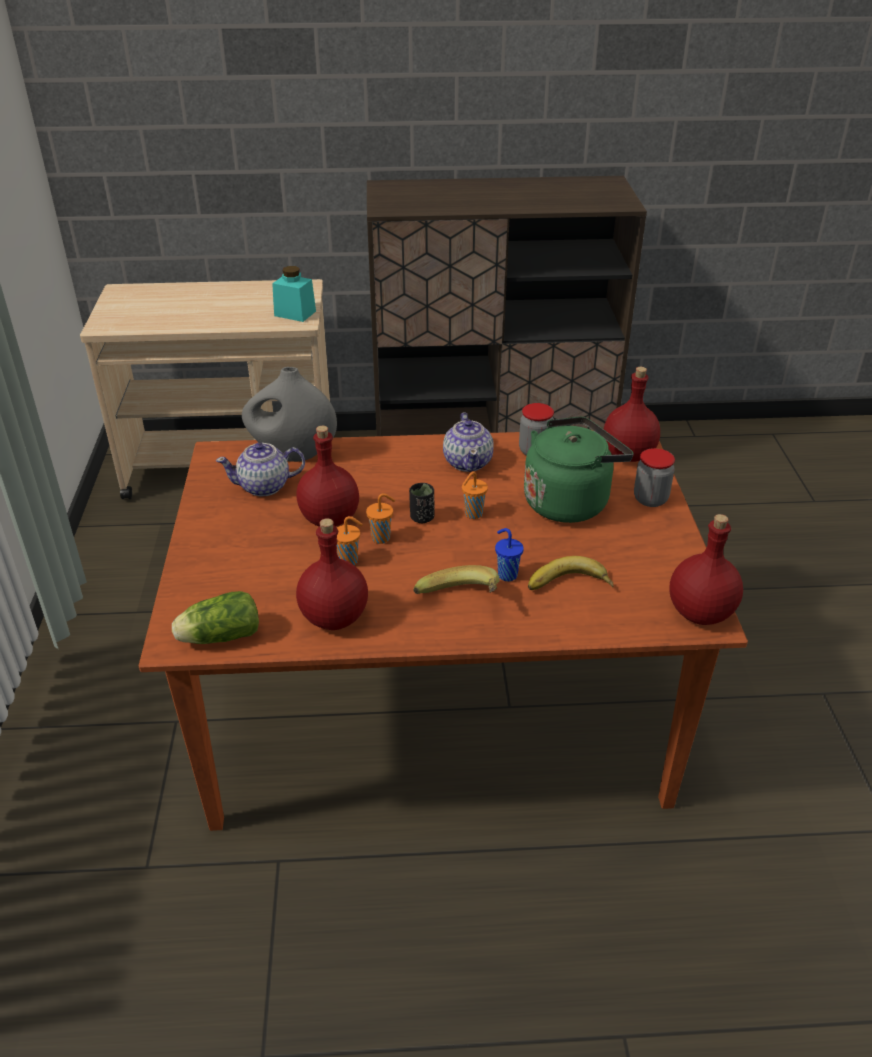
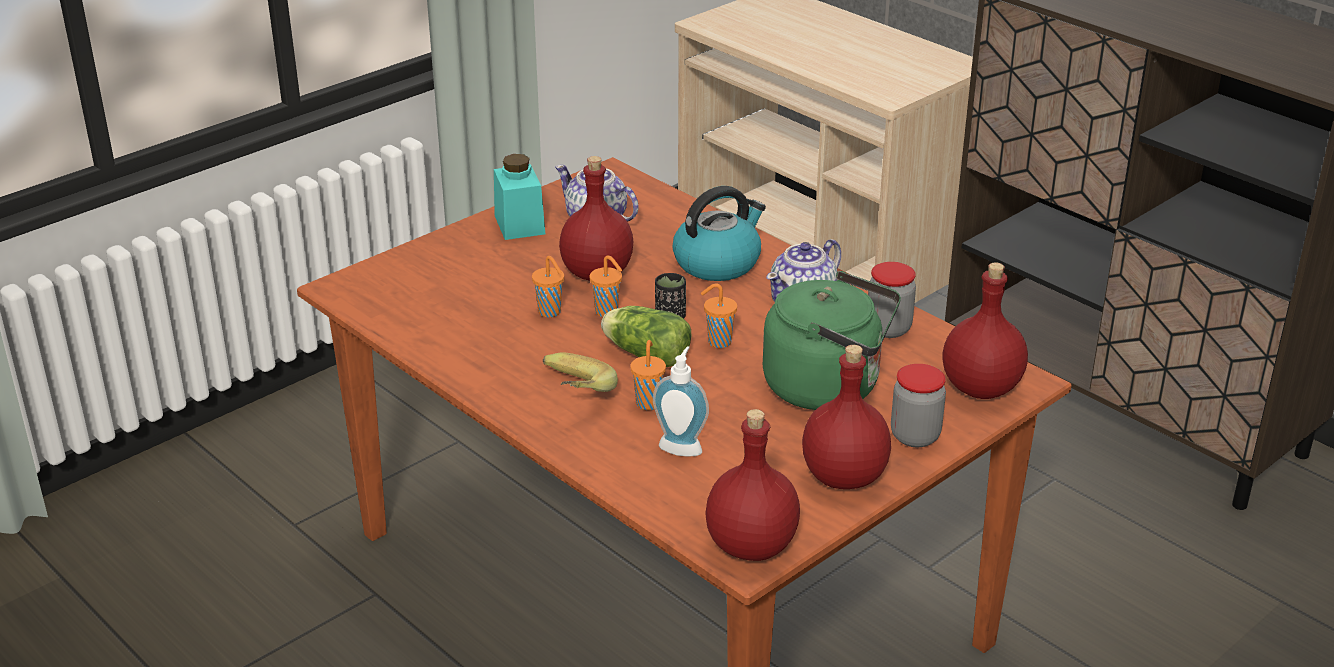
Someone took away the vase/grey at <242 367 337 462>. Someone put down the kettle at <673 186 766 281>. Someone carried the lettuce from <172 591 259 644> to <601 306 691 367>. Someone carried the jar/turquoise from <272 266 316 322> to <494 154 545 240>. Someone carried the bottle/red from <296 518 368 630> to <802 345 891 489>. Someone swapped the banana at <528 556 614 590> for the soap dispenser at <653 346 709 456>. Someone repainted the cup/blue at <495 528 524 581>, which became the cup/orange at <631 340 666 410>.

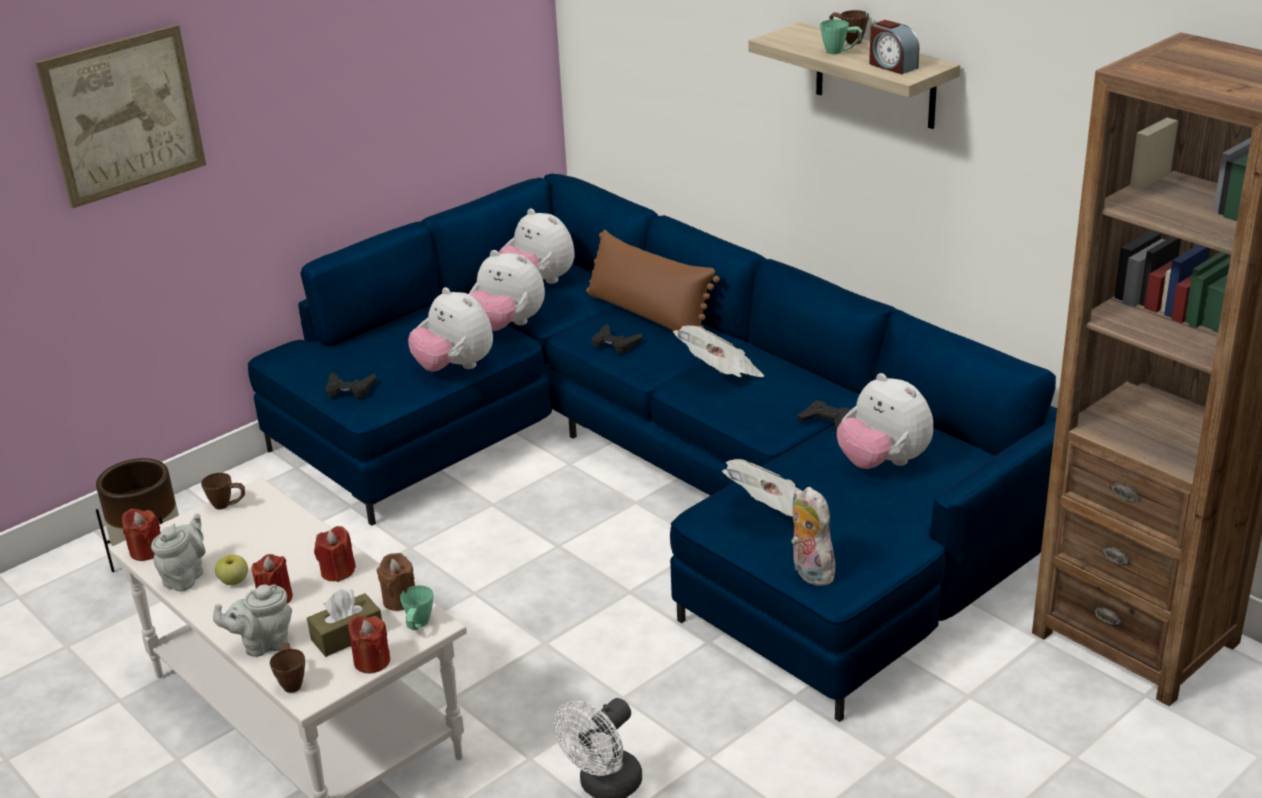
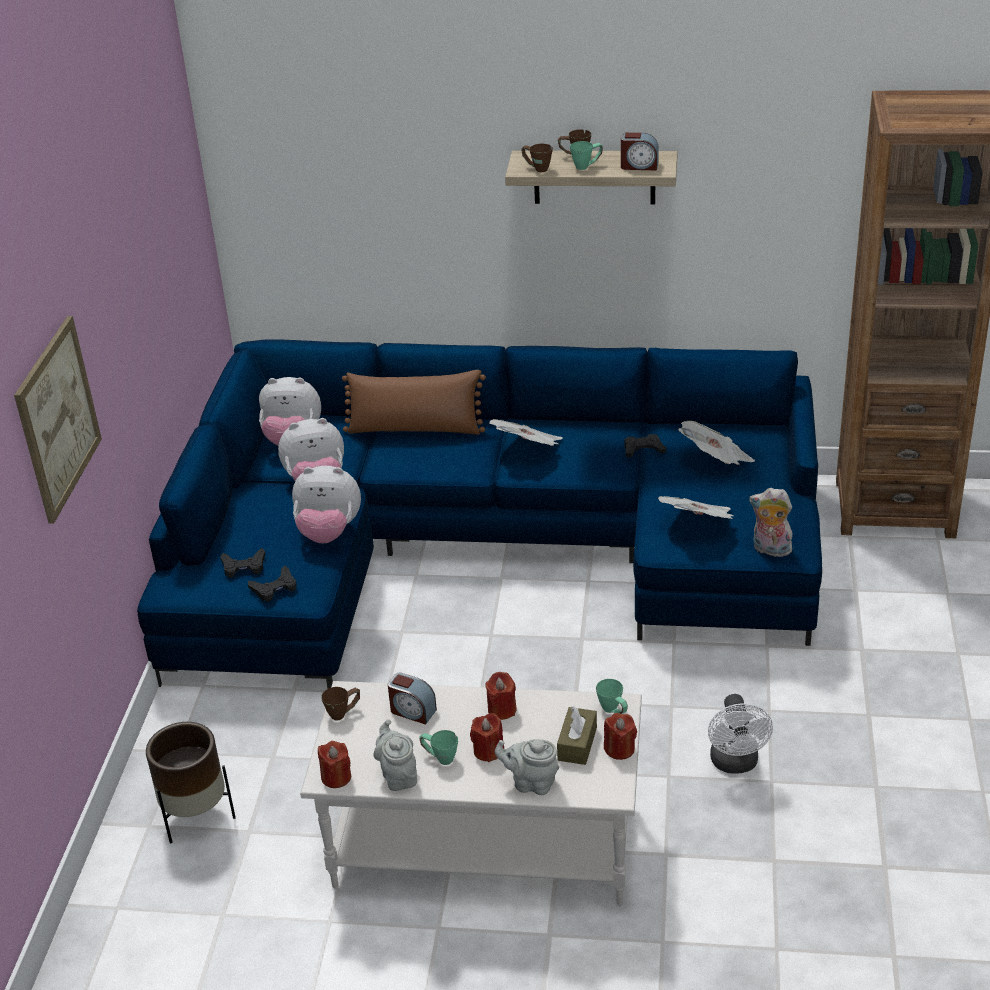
Someone took away the candle/brown at <377 553 415 611>. Someone put down the alarm clock at <388 673 437 725>. Someone carried the mug/brown from <270 643 305 693> to <521 144 553 172>. Someone carried the game controller/black from <592 324 642 354> to <220 548 266 578>. Someone swapped the apple at <215 555 248 585> for the mug/green at <419 730 458 765>. Someone swapped the plush toy at <837 373 933 469> for the newspaper at <678 421 755 465>. Someone rotated the teapot/grey at <213 584 292 657> by 75 degrees clockwise.

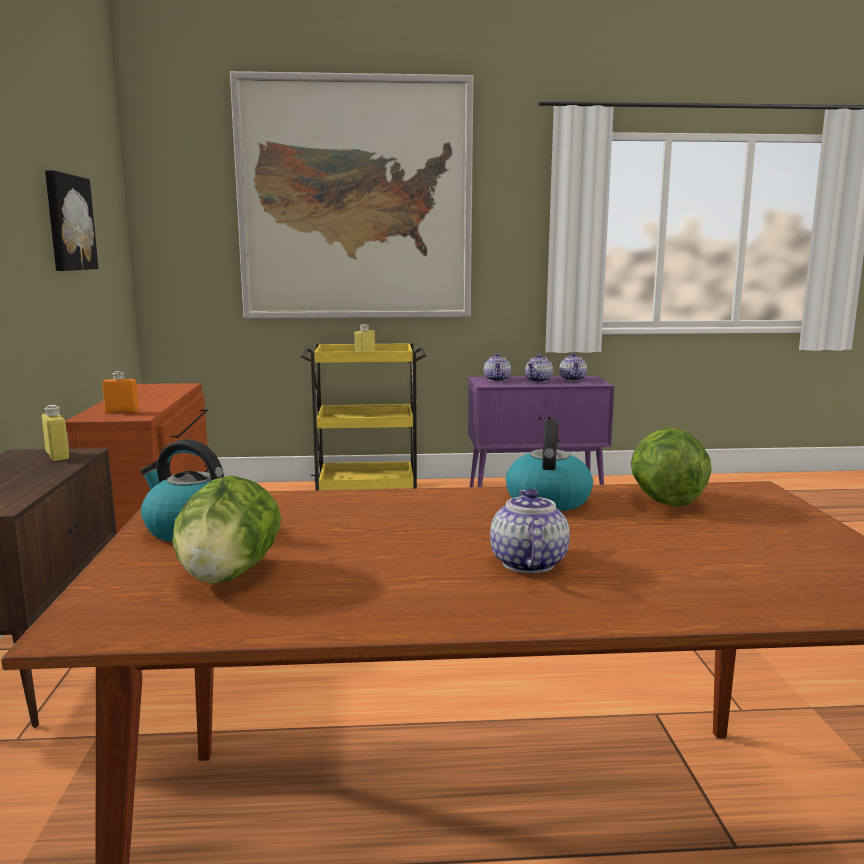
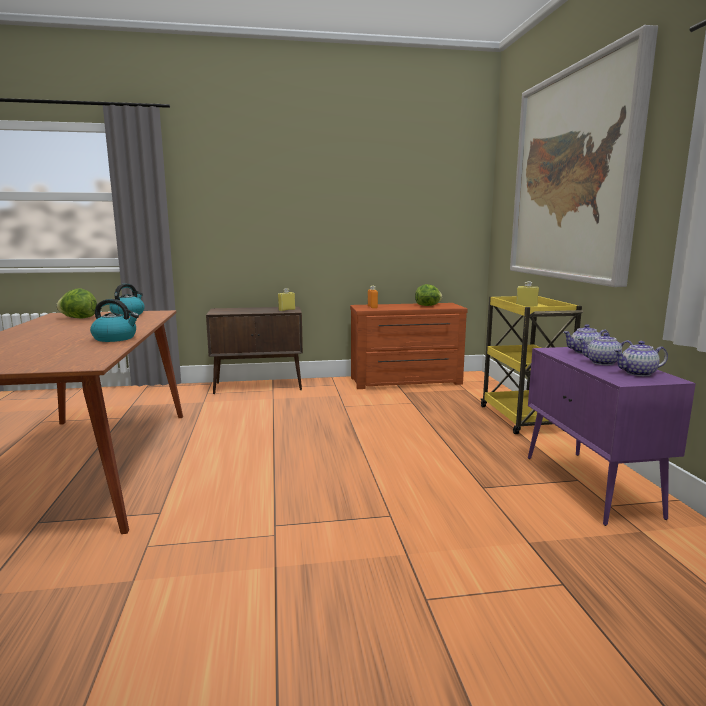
Someone took away the picture at <45 170 98 271>. Someone took away the teapot at <490 489 570 573>. Someone carried the lettuce from <631 428 712 507> to <415 284 442 306>.

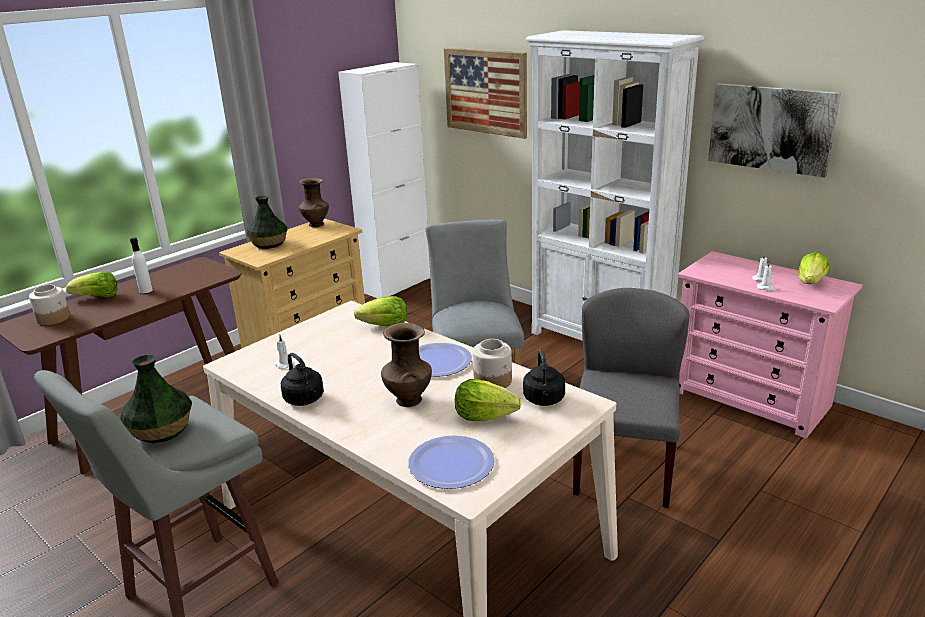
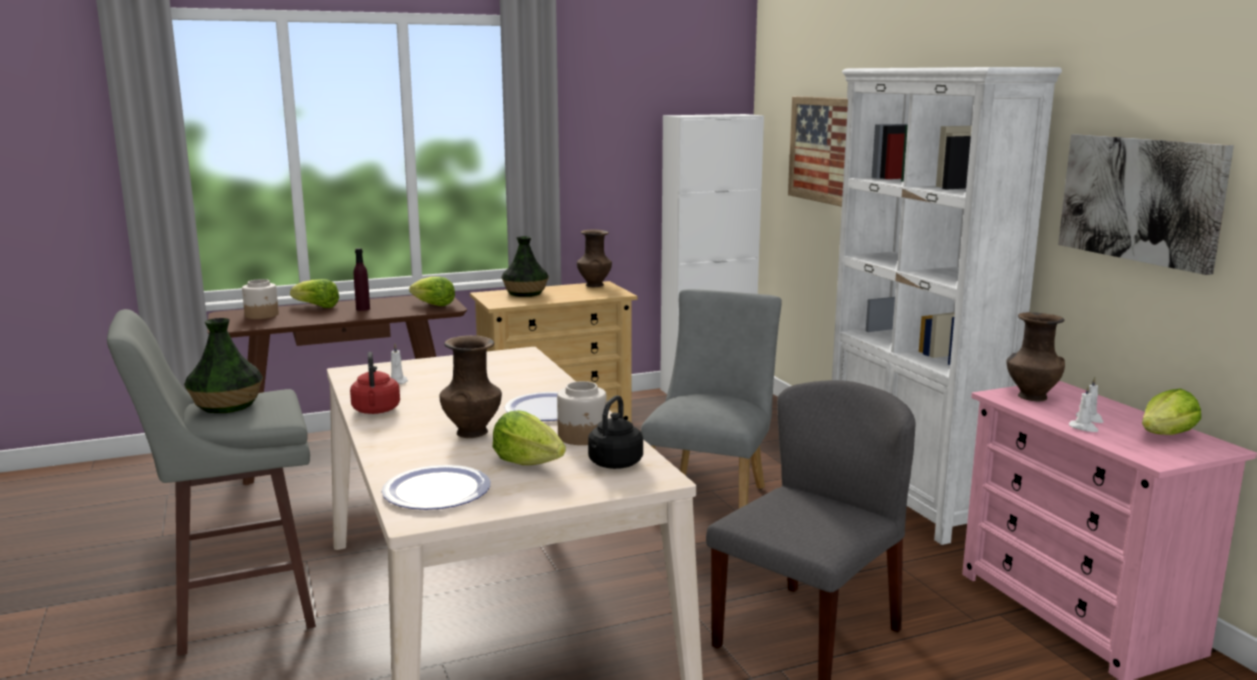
Someone put down the vase/brown at <1006 312 1065 401>. Someone carried the lettuce from <354 296 407 326> to <409 276 455 306>. Someone repainted the bottle/white at <130 237 153 293>, which became the bottle/purple at <354 248 370 311>. Someone repainted the kettle/black at <281 353 324 406>, which became the kettle/red at <350 352 400 414>.

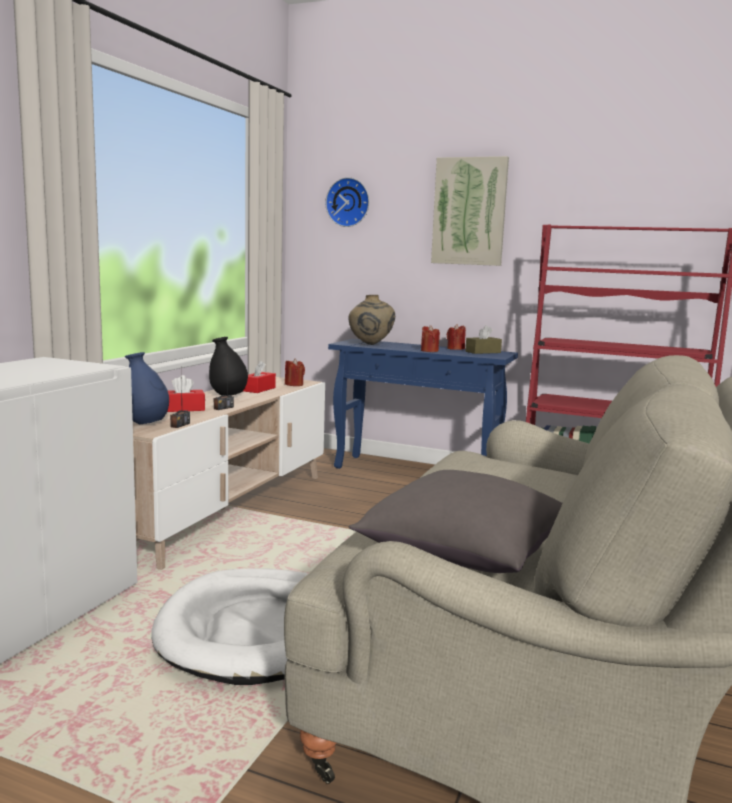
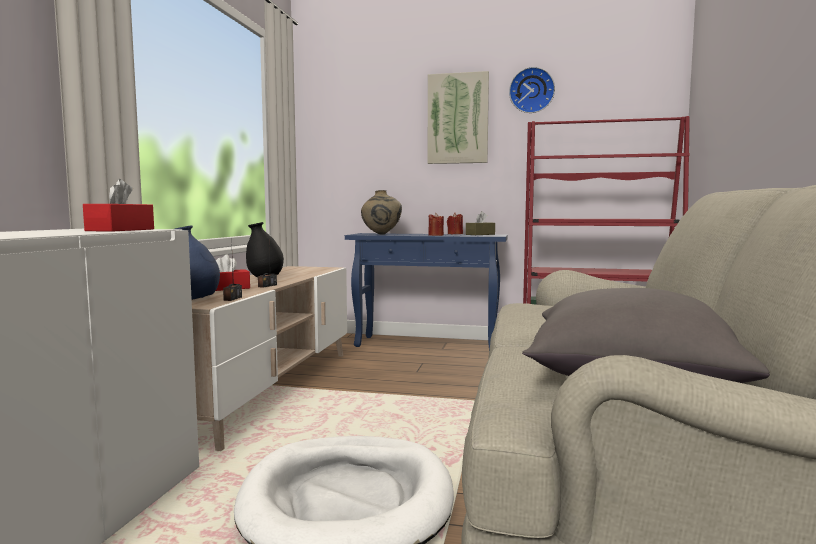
Someone took away the candle/red at <285 359 305 386>. Someone carried the tissue box/red from <243 360 276 393> to <83 179 154 232>. Someone carried the wall clock from <325 177 369 227> to <509 67 555 113>.

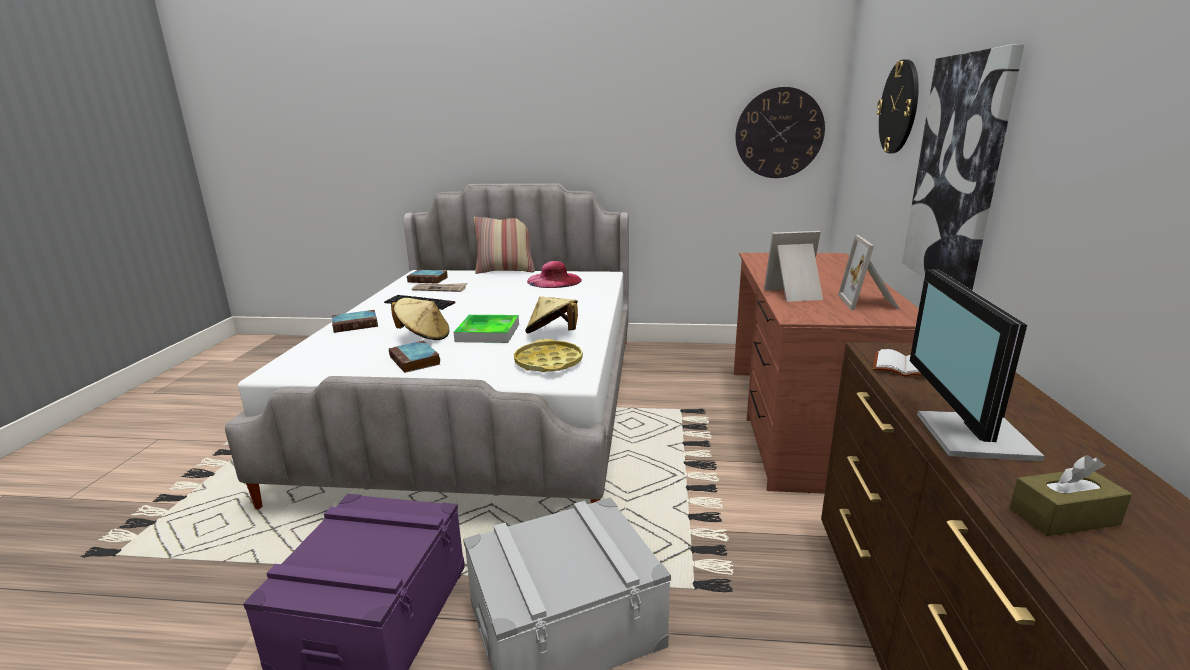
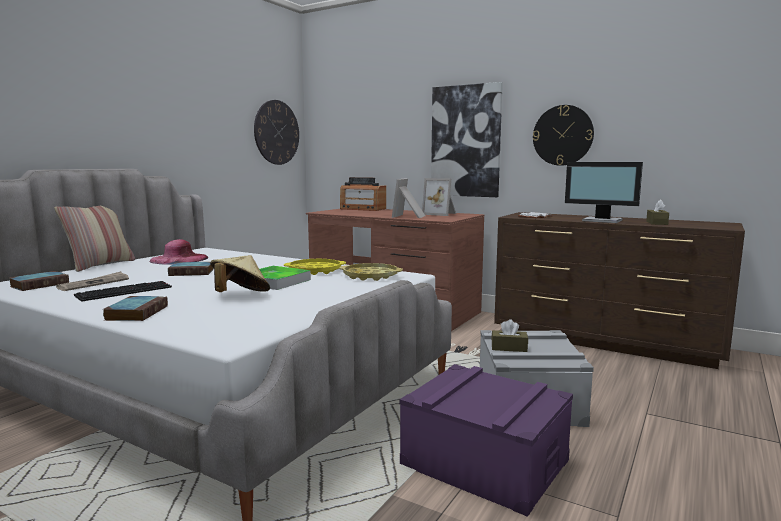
Someone put down the radio at <340 177 386 211>. Someone put down the tissue box/brown at <491 319 528 352>. Someone carried the book from <389 341 440 373> to <168 262 214 276>. Someone carried the wall clock from <877 59 919 153> to <533 105 594 166>. Someone swapped the hat/beige at <525 296 578 333> for the tray/yellow at <284 259 346 275>.

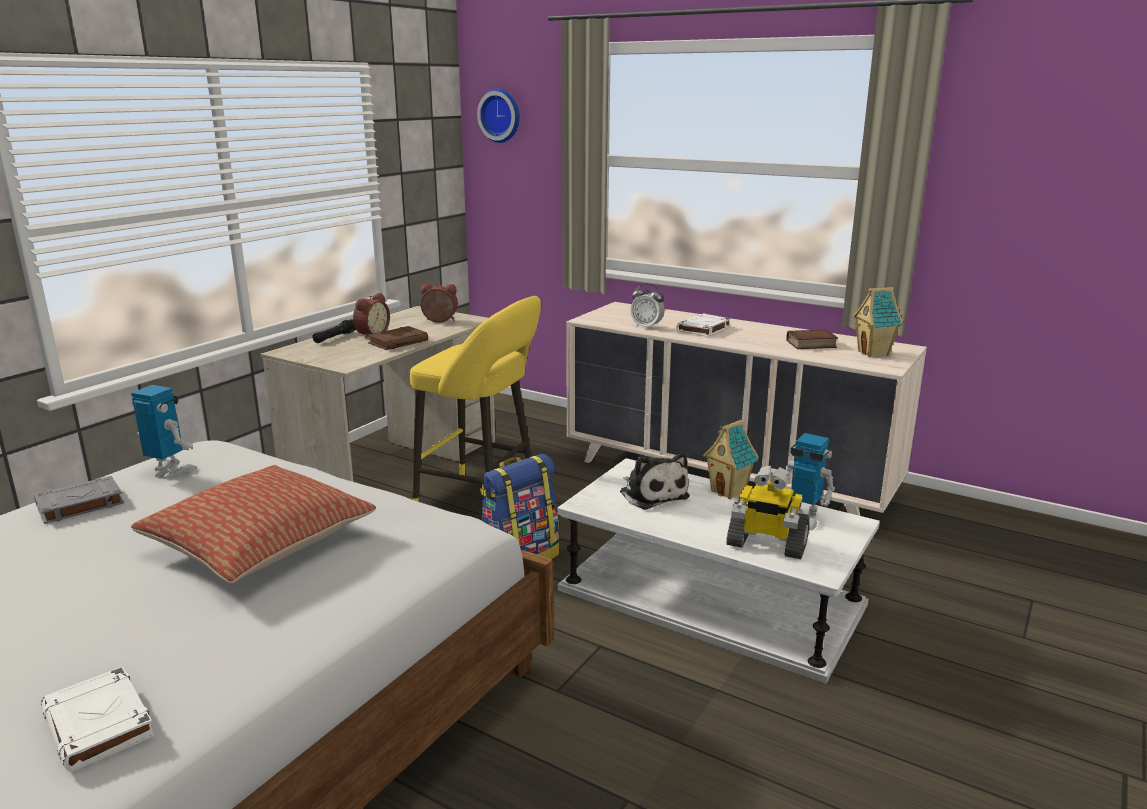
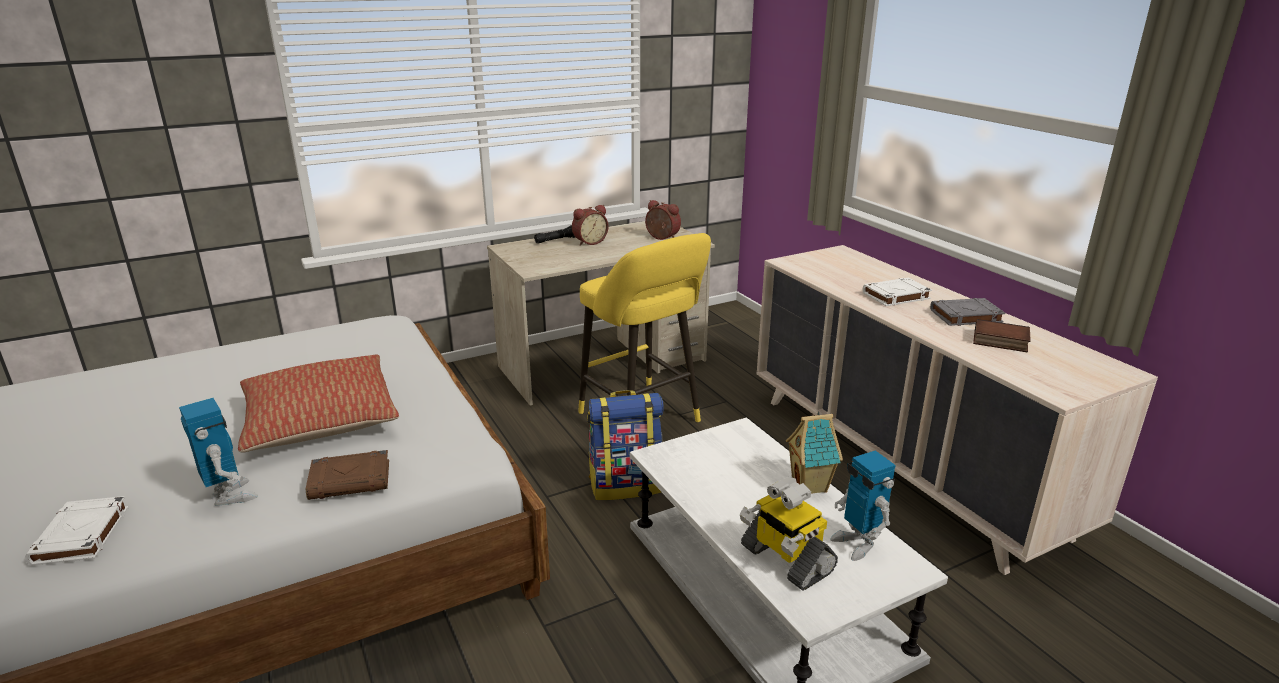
Someone took away the wall clock at <477 88 520 143>. Someone took away the plush toy at <620 453 690 510>. Someone took away the alarm clock at <631 283 665 329>. Someone took away the toy house at <853 287 903 357>. Someone carried the book/grey from <34 476 124 524> to <930 298 1005 326>. Someone carried the toy robot from <131 385 197 479> to <179 398 258 506>. Someone carried the book/brown from <368 326 428 350> to <306 450 389 500>.

